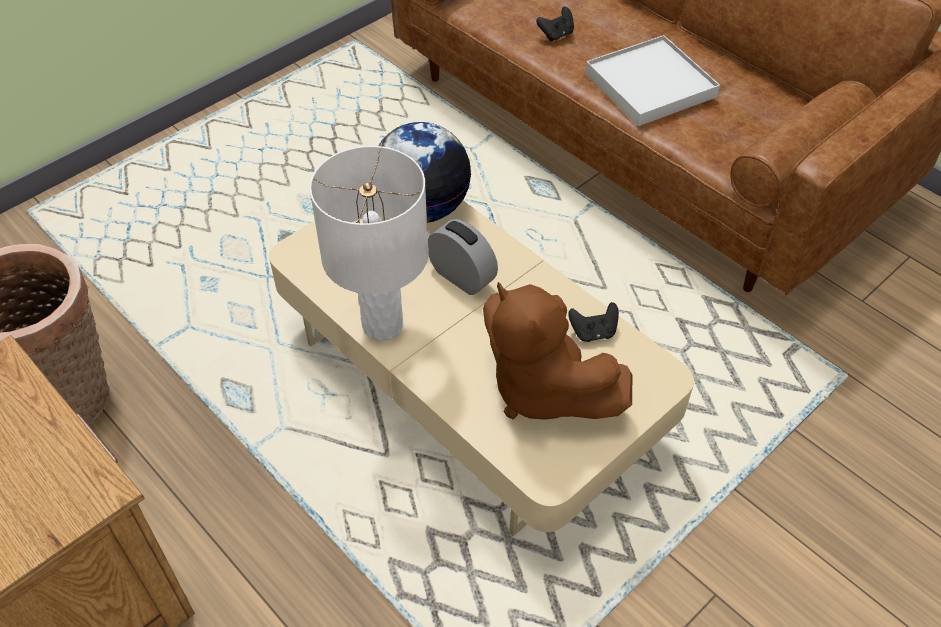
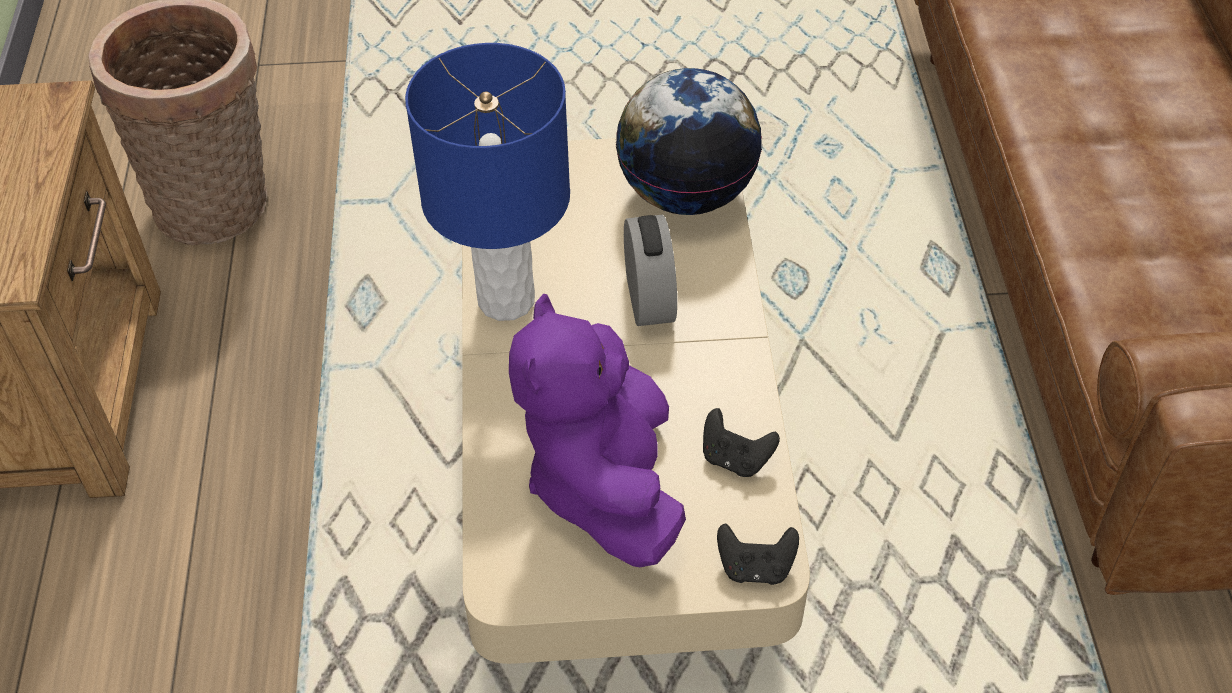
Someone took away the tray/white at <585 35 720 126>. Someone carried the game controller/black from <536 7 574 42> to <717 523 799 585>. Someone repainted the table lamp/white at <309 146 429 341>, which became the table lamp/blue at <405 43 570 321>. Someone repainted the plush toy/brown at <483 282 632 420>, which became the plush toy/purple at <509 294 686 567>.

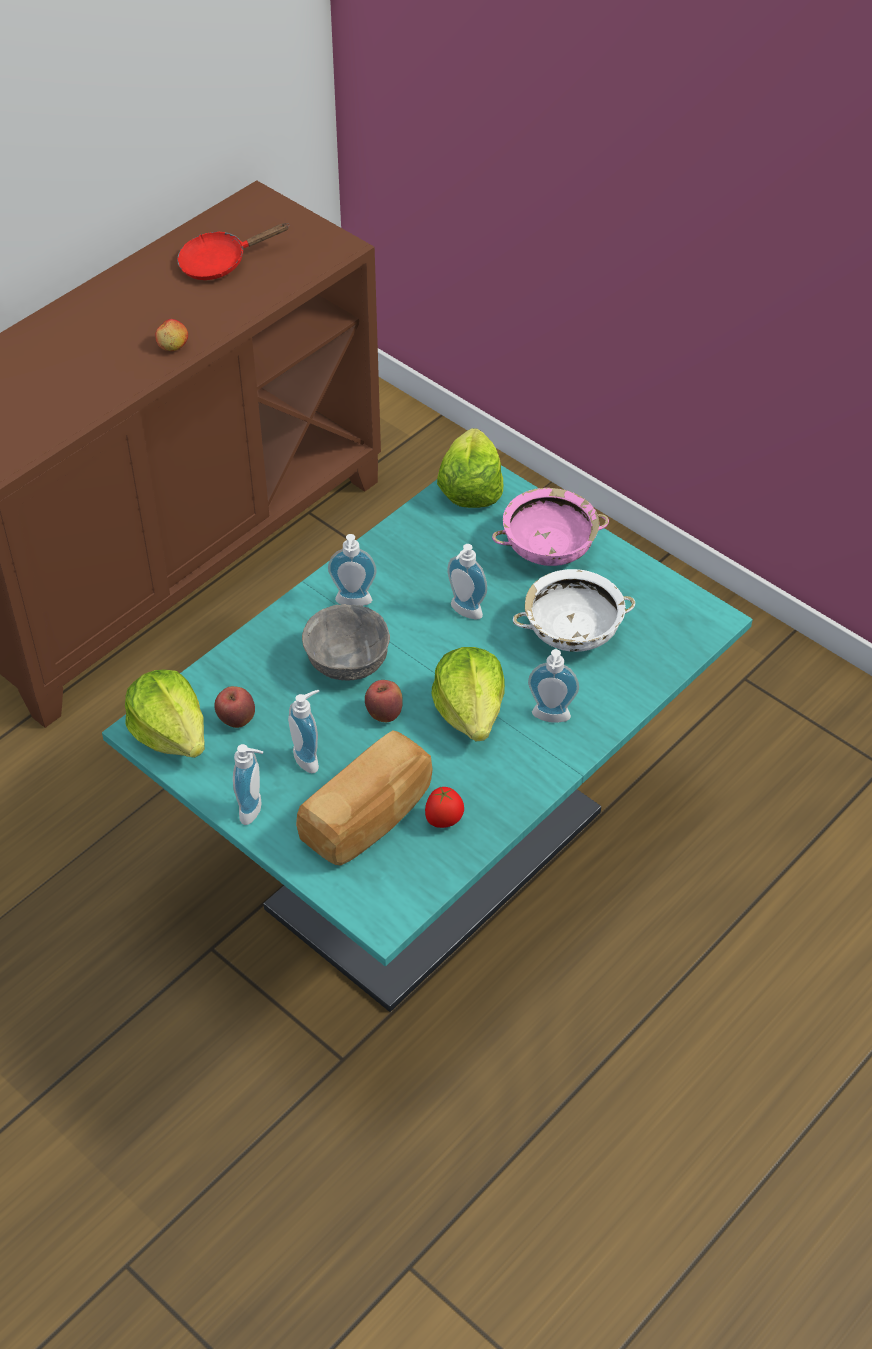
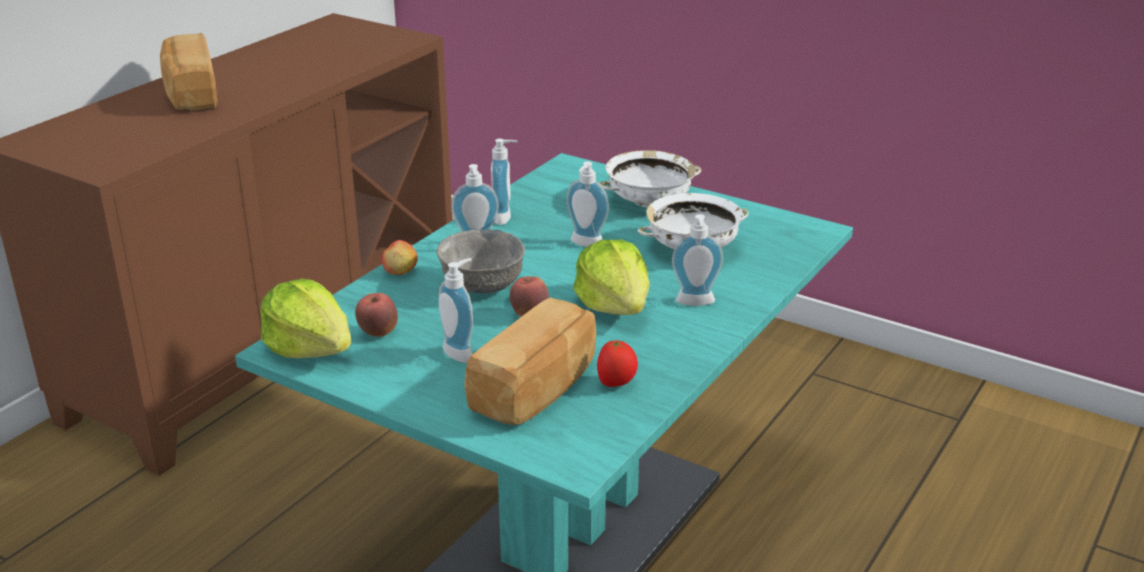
Someone took away the frying pan/red at <177 223 288 280>. Someone took away the lettuce at <437 428 503 508>. Someone put down the bread at <160 33 217 111>. Someone carried the apple from <155 319 188 351> to <382 240 418 275>. Someone carried the soap dispenser from <233 744 263 825> to <491 139 517 225>. Someone repainted the bowl/pink at <492 488 609 566>, which became the bowl/white at <599 150 701 208>.

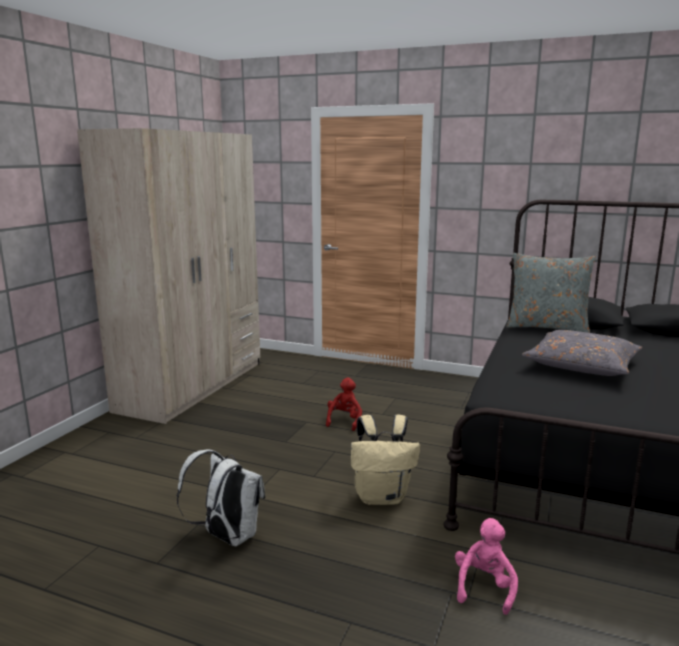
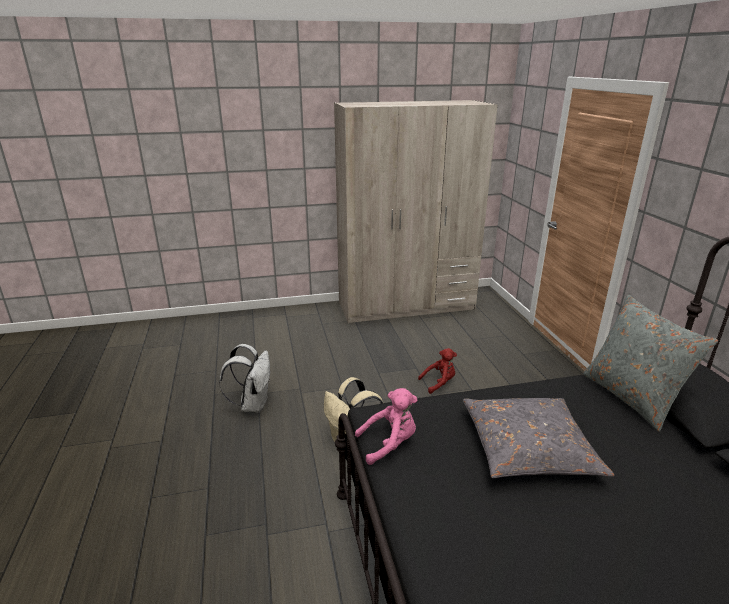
Someone carried the plush toy/pink from <455 518 518 615> to <355 388 417 465>.

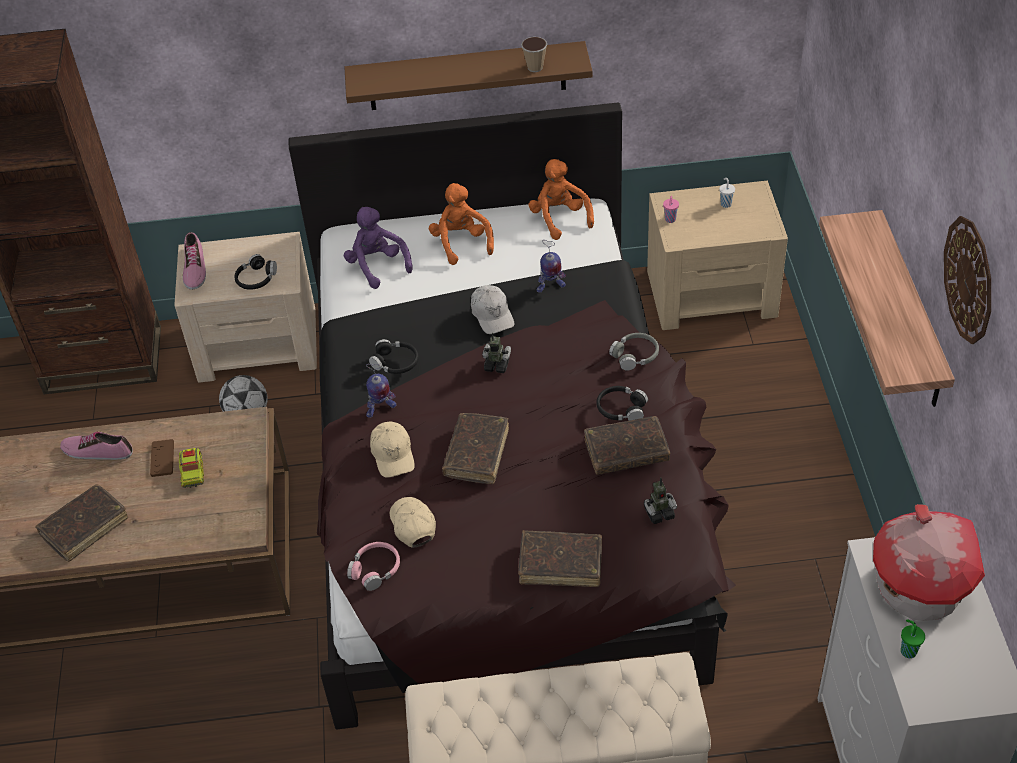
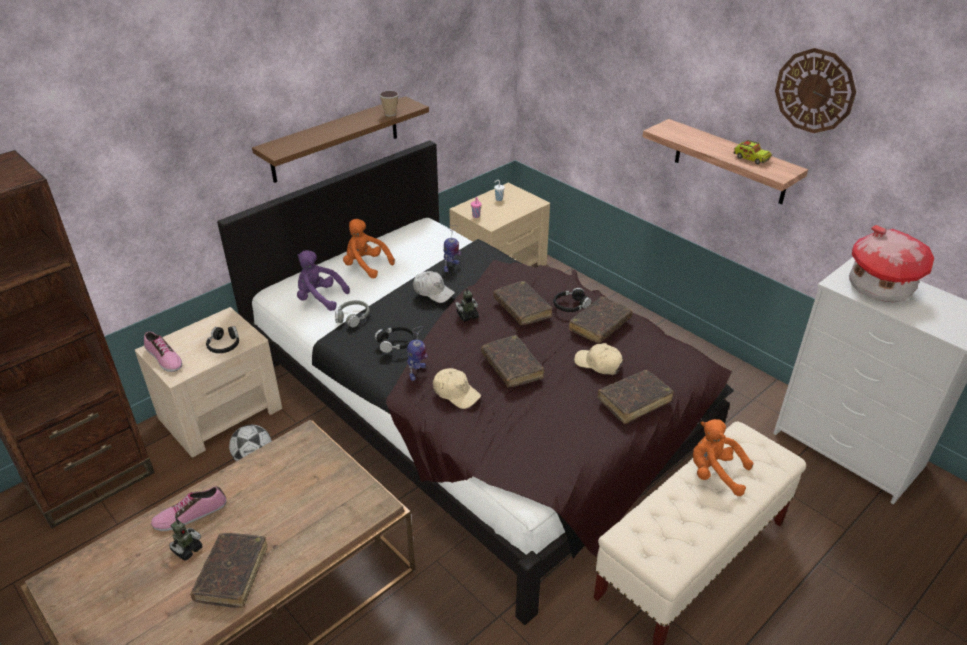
Someone took away the game controller/brown at <150 439 174 477>. Someone took away the headphones/pink at <347 542 400 591>. Someone took away the cup/green at <901 619 925 658>. Someone put down the book/brown at <493 281 552 325>. Someone carried the toy truck from <179 448 204 488> to <733 140 772 165>. Someone carried the cap/beige from <390 497 436 548> to <574 343 623 375>. Someone carried the plush toy/orange from <528 159 594 240> to <693 419 753 496>. Someone carried the headphones/grey from <609 333 659 371> to <335 300 370 327>. Someone carried the toy robot from <644 477 677 524> to <169 516 202 560>.

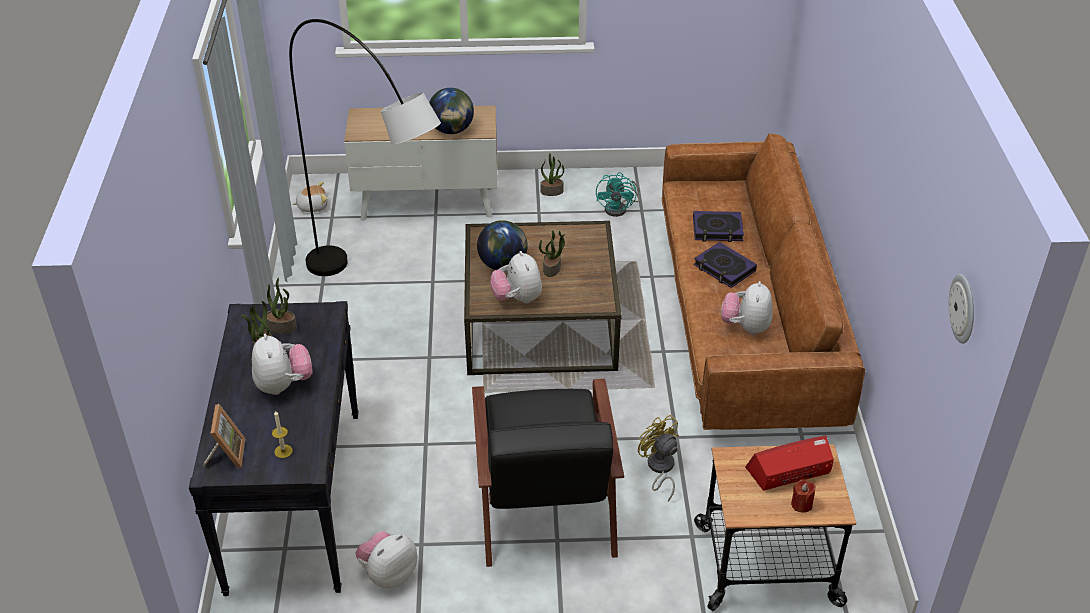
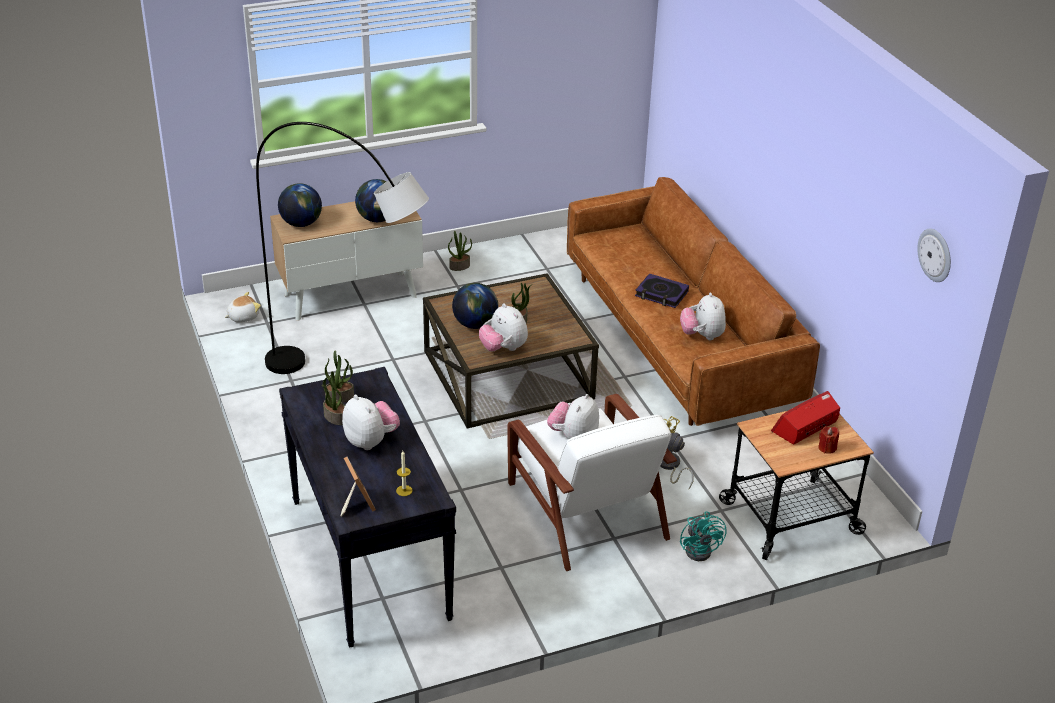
Someone took away the book at <693 211 744 242>. Someone put down the globe at <278 183 322 227>. Someone carried the plush toy from <355 531 417 588> to <547 394 599 439>. Someone carried the fan/turquoise from <596 172 640 217> to <680 511 726 561>. Someone repainted the armchair/black at <472 379 624 567>, which became the armchair/white at <507 394 677 571>.

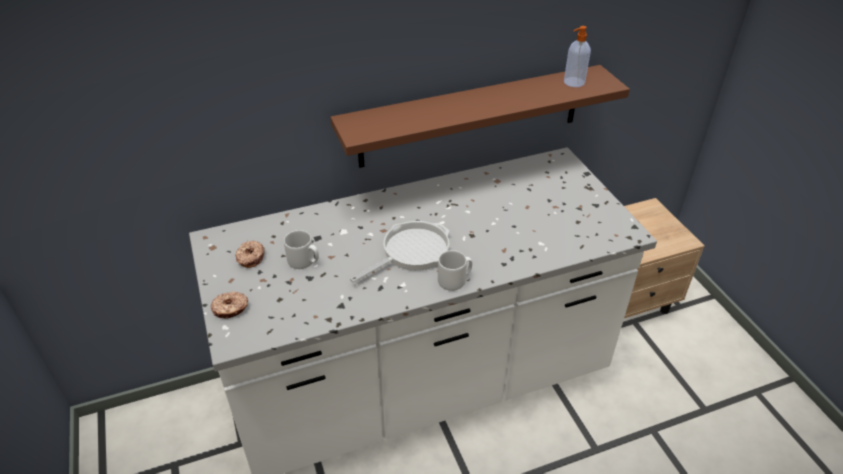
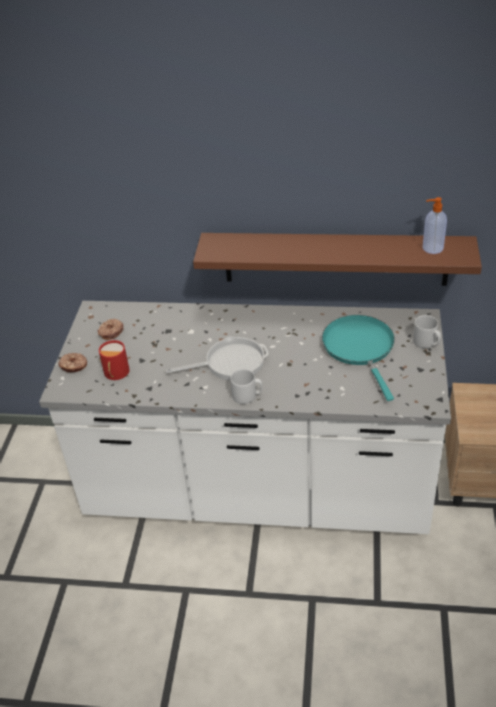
Someone put down the mug/red at <99 340 130 380>. Someone put down the frying pan/turquoise at <322 315 395 401>. Someone carried the mug/grey from <284 230 319 269> to <413 315 441 348>.

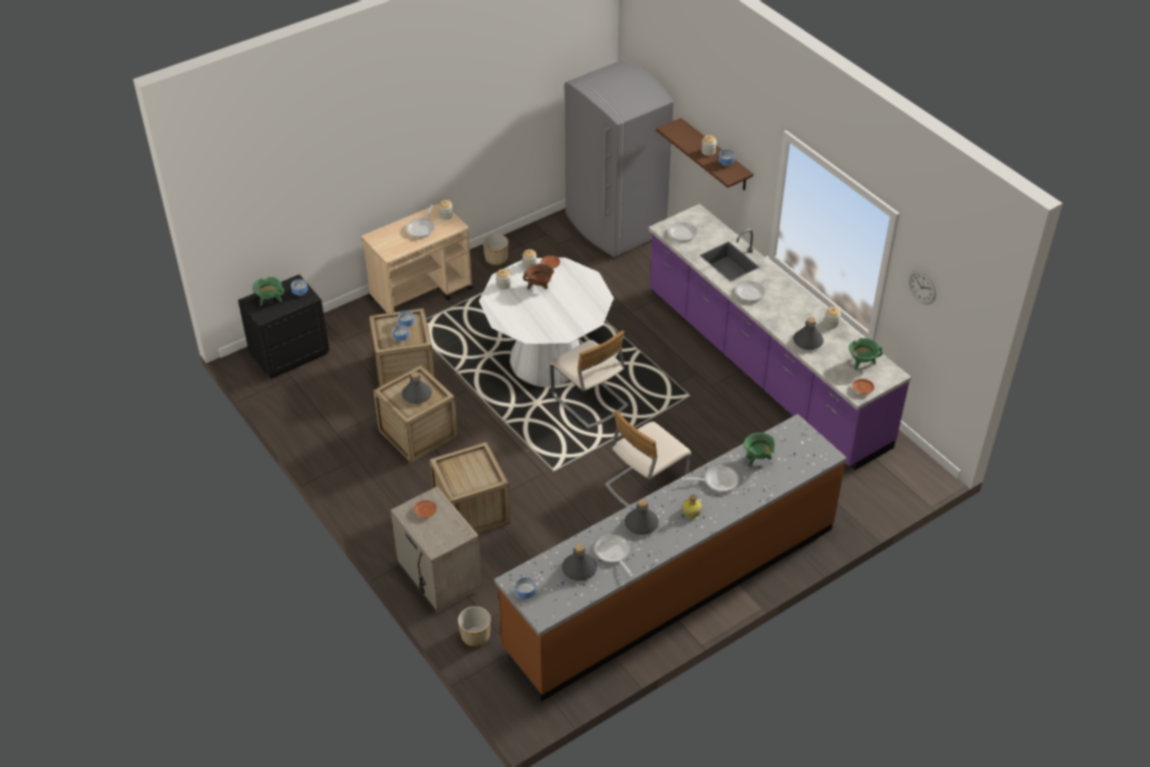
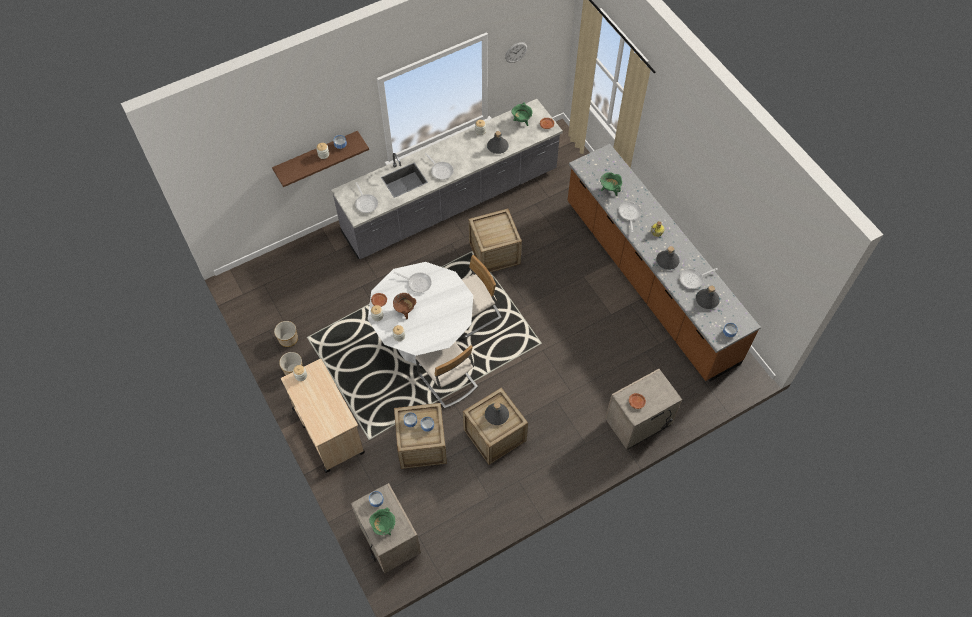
Someone took away the fridge/grey at <565 61 674 257>. Someone carried the frying pan from <406 205 435 238> to <394 272 432 293>. Someone carried the crate from <430 442 511 534> to <469 209 522 272>. Someone carried the planter from <458 606 491 647> to <274 321 298 347>. Someone carried the chair/beige from <605 410 691 507> to <415 342 478 409>. Someone repainted the nightstand/black at <238 274 330 379>, which became the nightstand/beige at <351 483 421 573>. Someone repainted the counter/purple at <648 204 911 470>, which became the counter/grey at <331 99 563 259>.

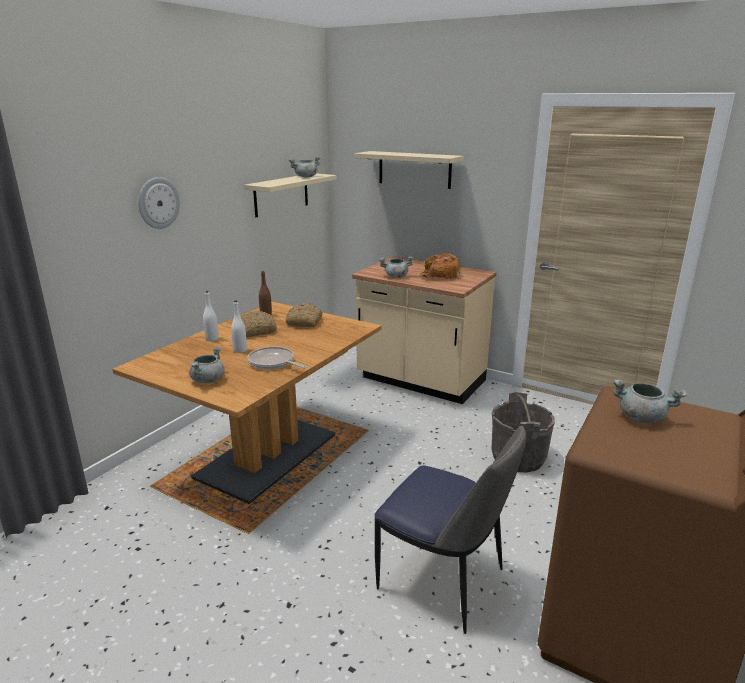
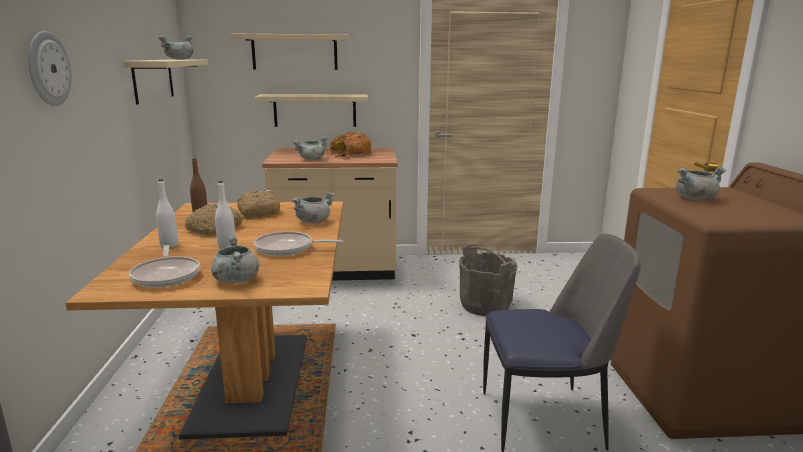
Someone put down the frying pan at <129 245 200 288>. Someone put up the shelf/beige at <255 94 368 127>. Someone put down the cooking pot/grey at <292 192 334 224>.

